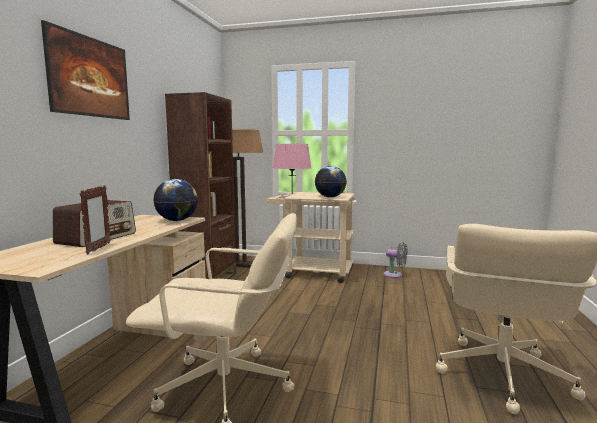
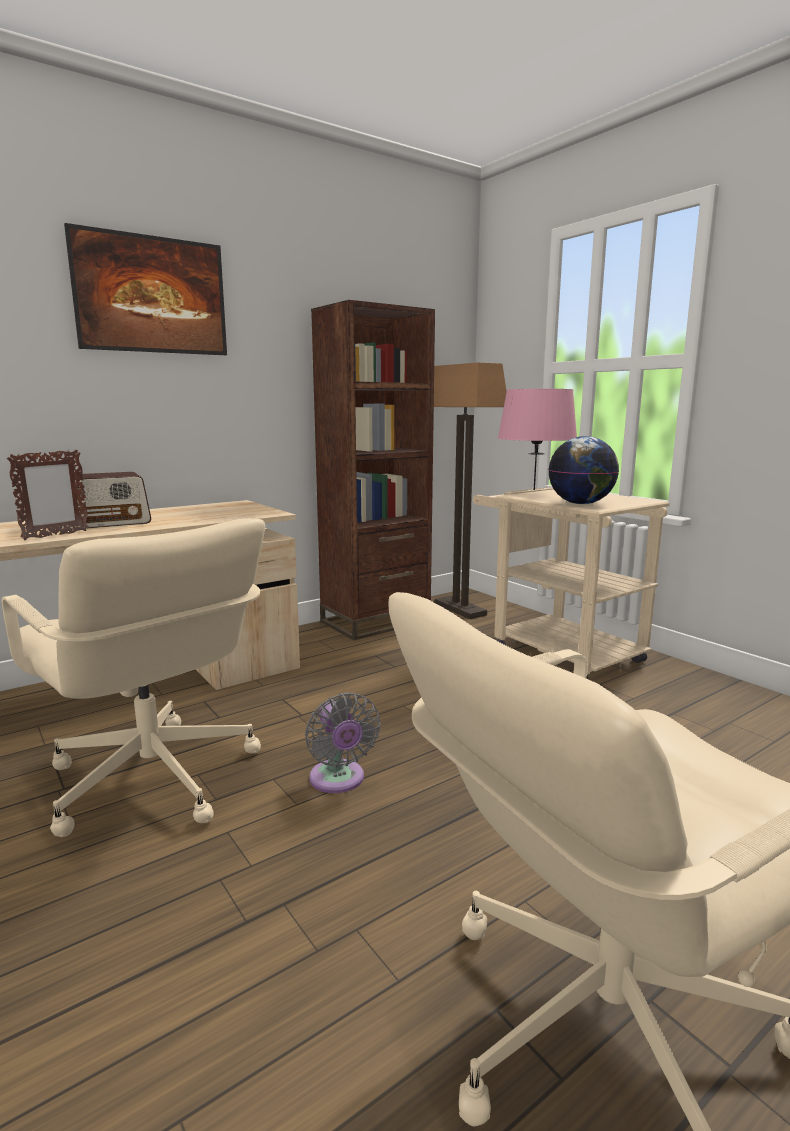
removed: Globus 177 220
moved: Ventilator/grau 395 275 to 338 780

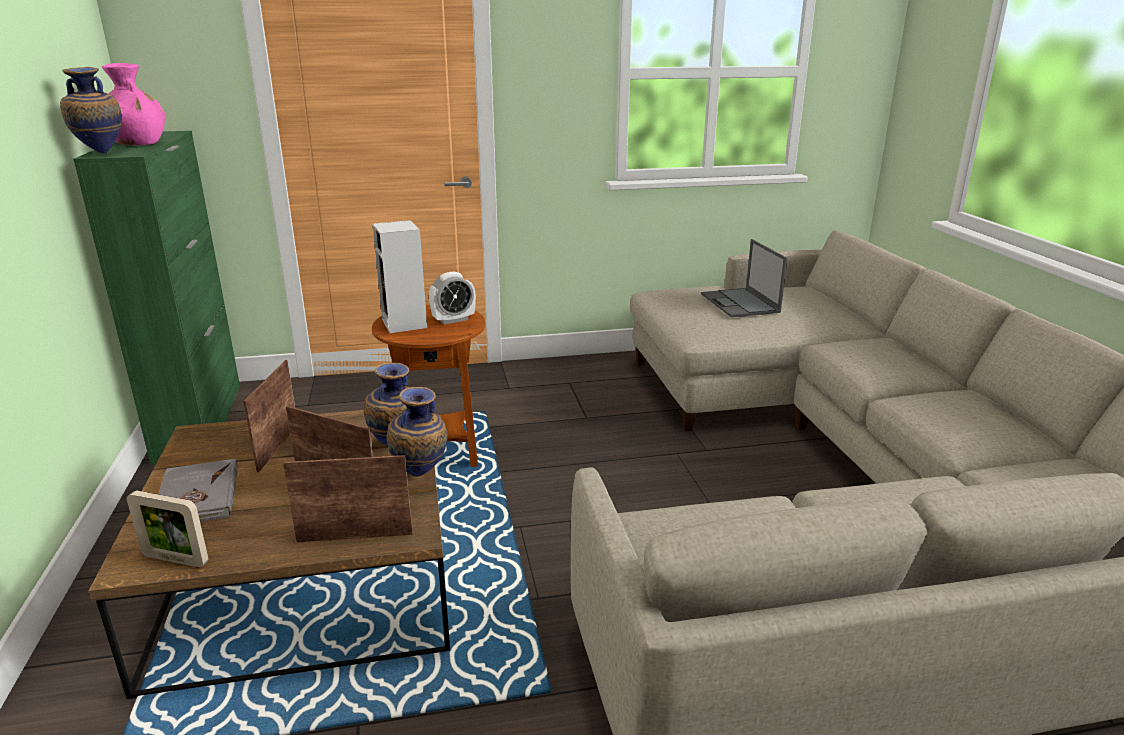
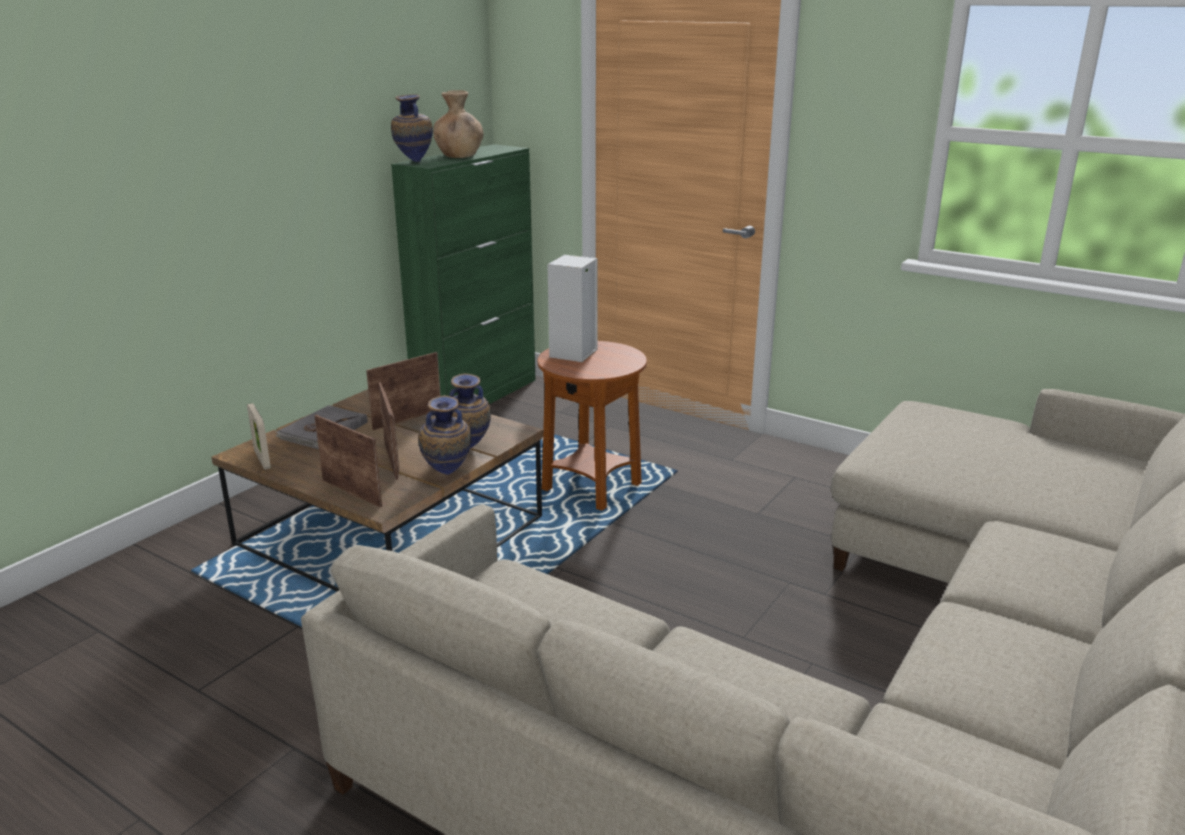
removed: Wecker 453 320; Laptop 740 303
recoloured: Vase/rosa 138 143 to Vase/braun 459 156

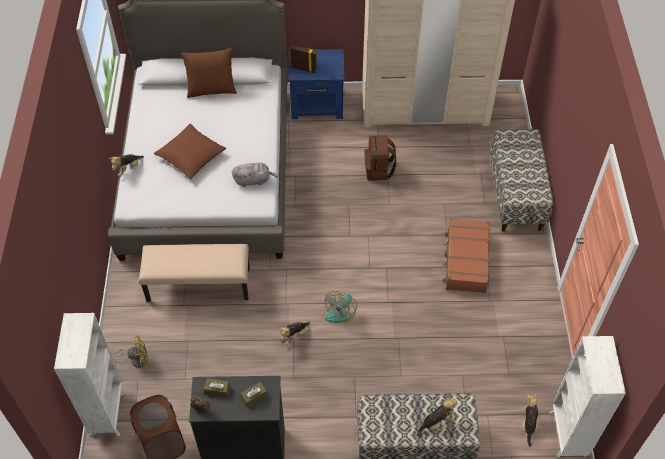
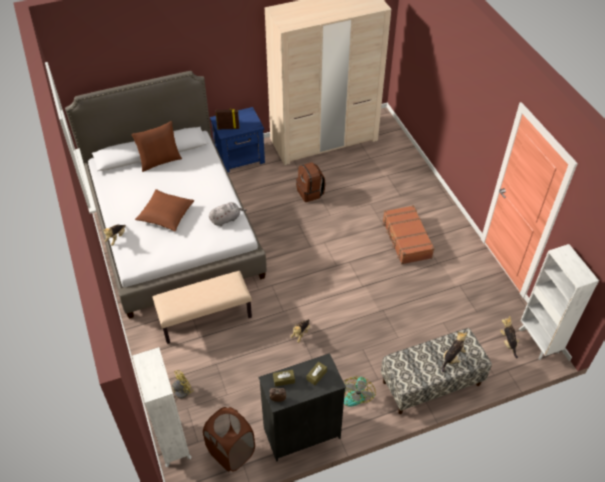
removed: Bank 516 194
moved: Ventilator 341 311 to 356 393

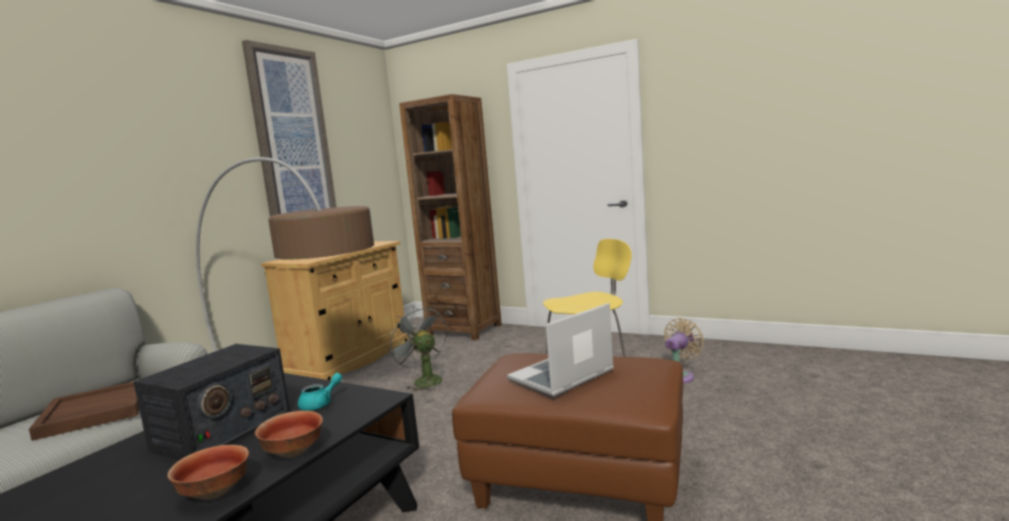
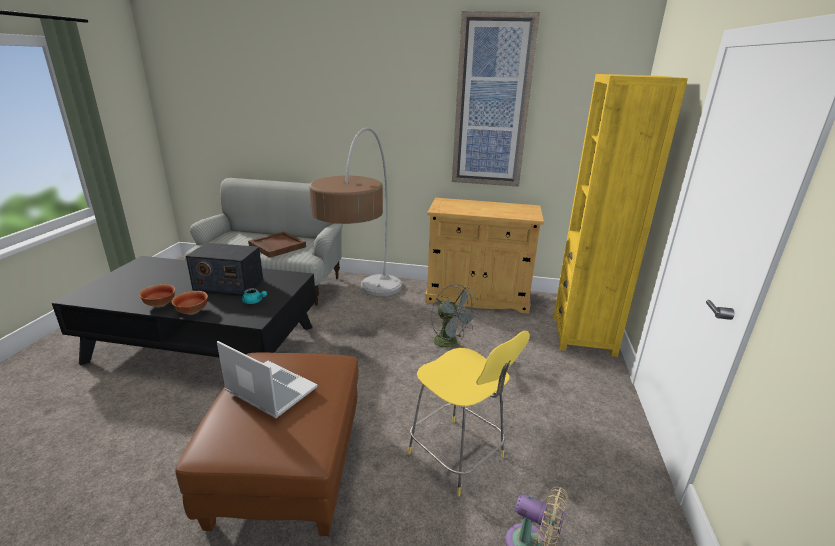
recoloured: Bücherregal/braun 464 330 to Bücherregal/gelb 583 335
turned: Ventilator/grau 423 380 = 450 343 105 degrees clockwise

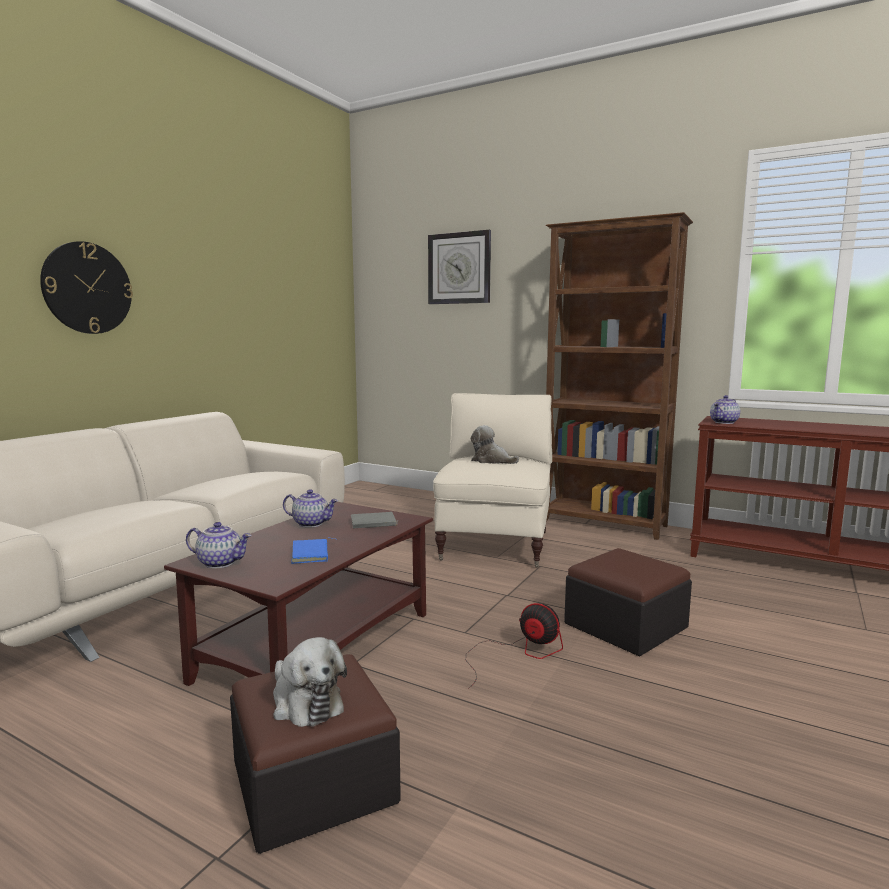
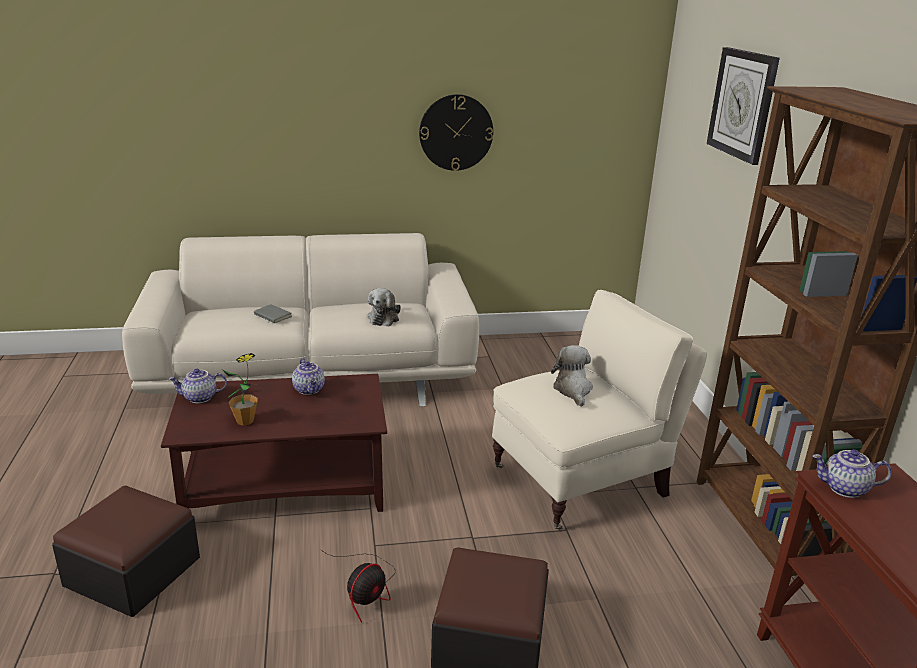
moved: Wanduhr 87 288 to 456 132; Plüschtier 305 702 to 384 318; Buch/grau 373 524 to 271 316
replaced: Buch/blau 312 554 to Topfpflanze 245 420
turned: Teekanne 221 562 = 199 398 105 degrees clockwise; Ventilator 518 653 = 366 590 45 degrees clockwise

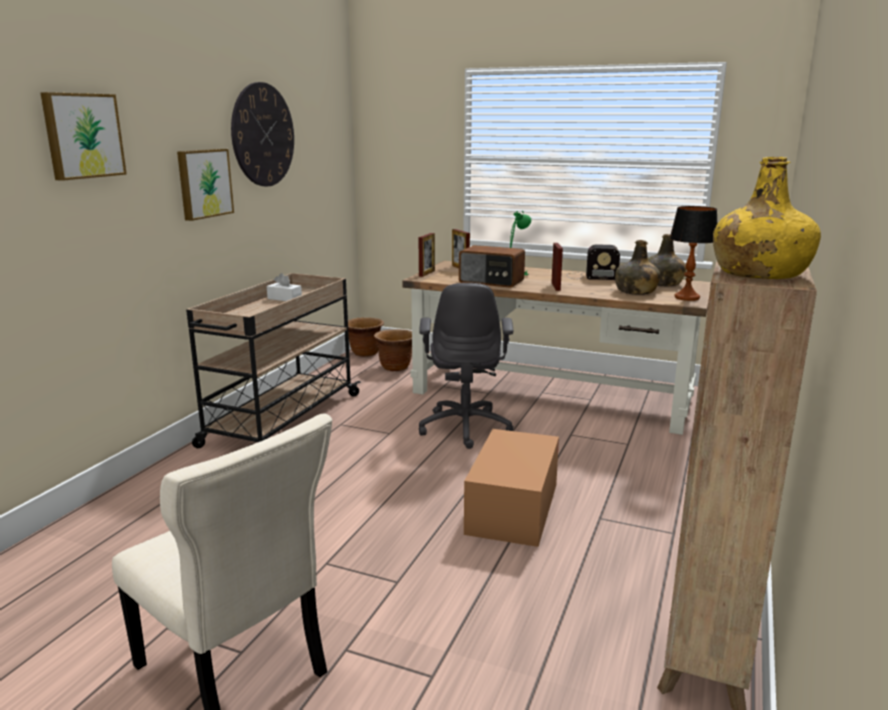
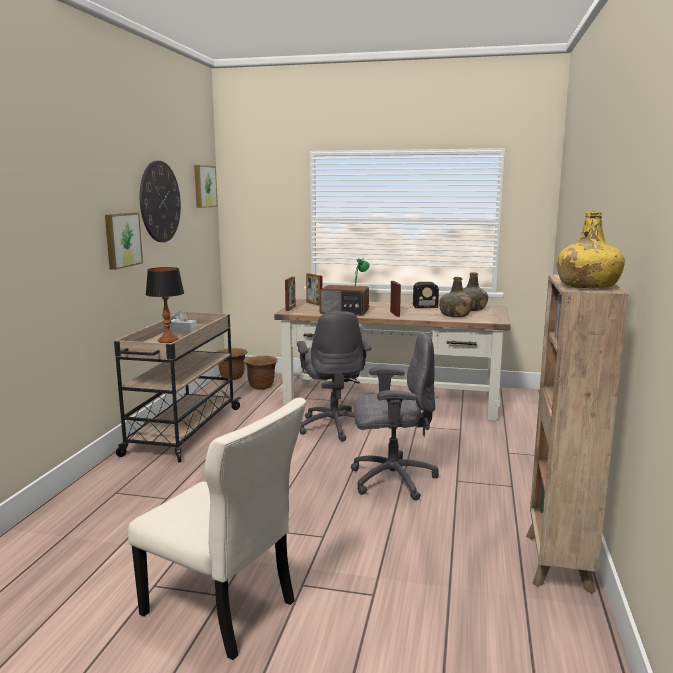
moved: Bild 82 136 to 204 186; Tischlampe 687 297 to 168 340
replaced: Karton 513 508 to Bürostuhl/grau 391 479

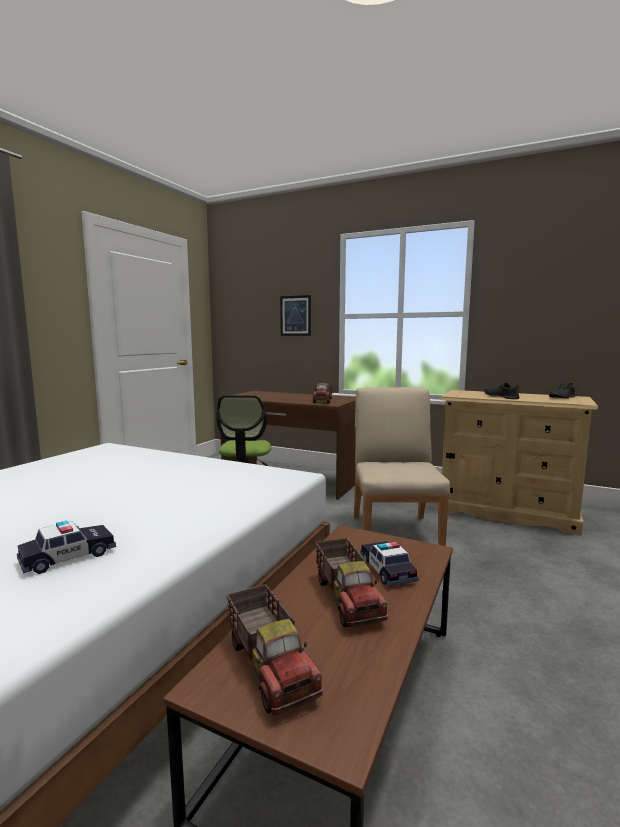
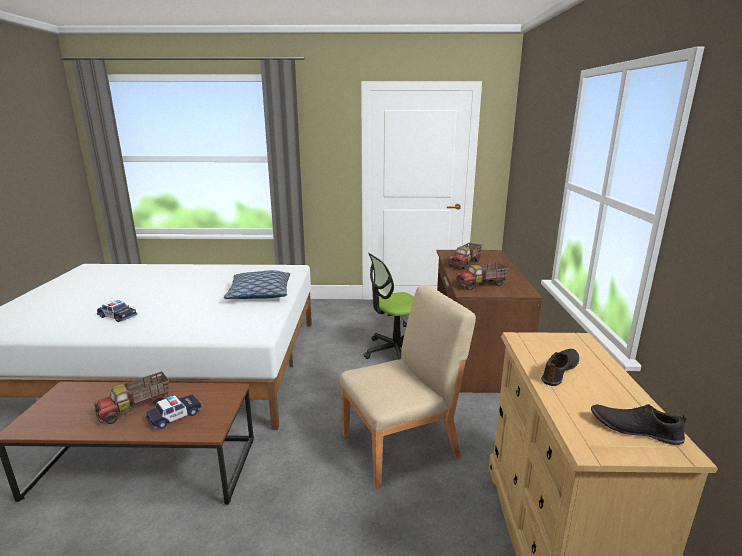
removed: Bild 295 315
added: Kissen 259 294
moved: Spielzeuglaster 271 666 to 465 263

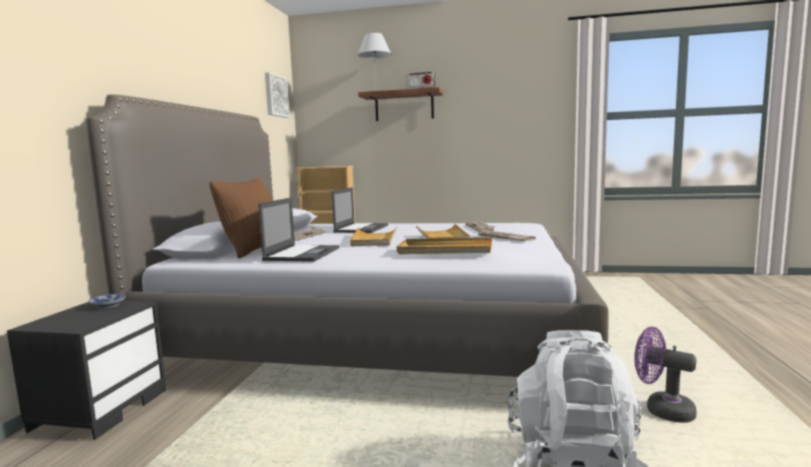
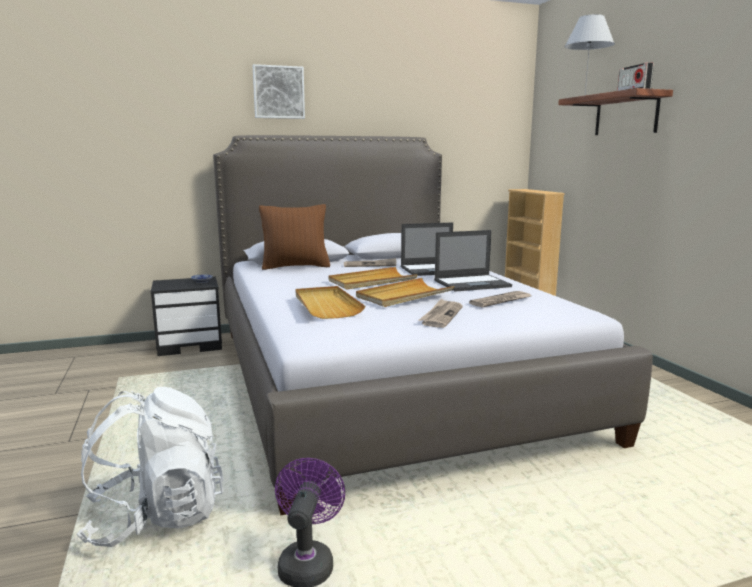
moved: Laptop 302 254 to 472 283; Bild 275 96 to 278 92

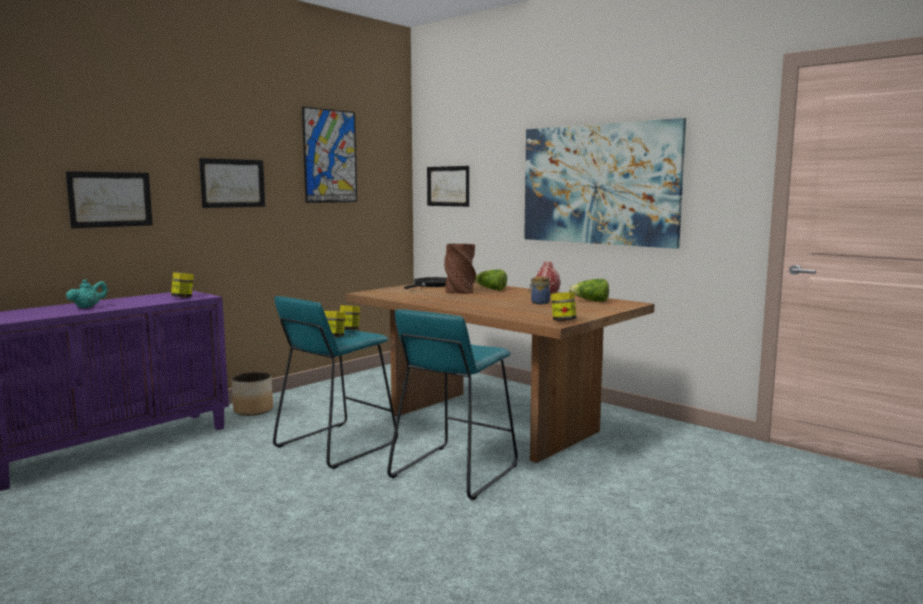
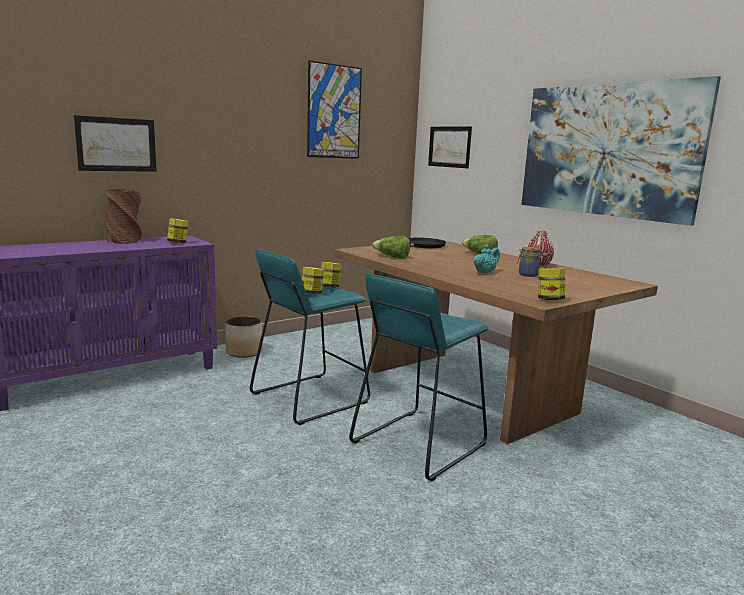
removed: Bild 233 183
moved: Teekanne/türkis 88 307 to 485 272; Vase/braun 459 291 to 123 241; Salatkopf 590 301 to 392 257

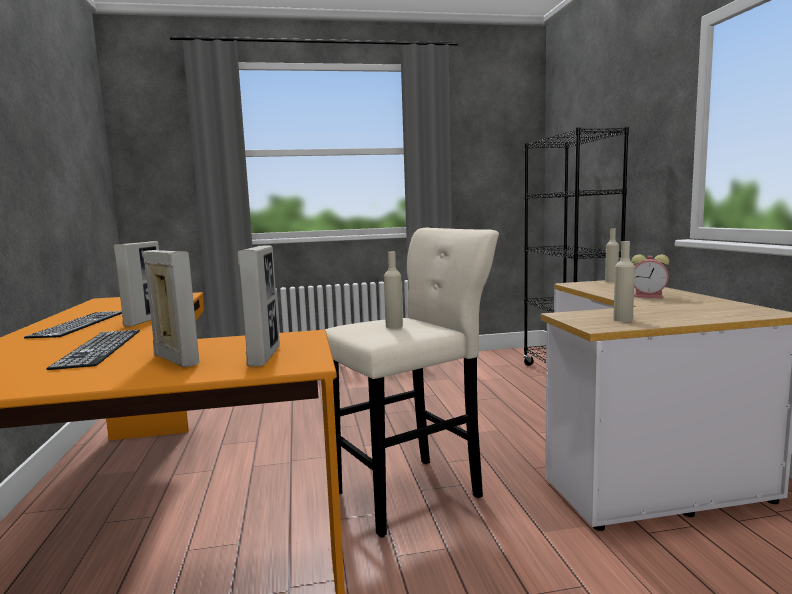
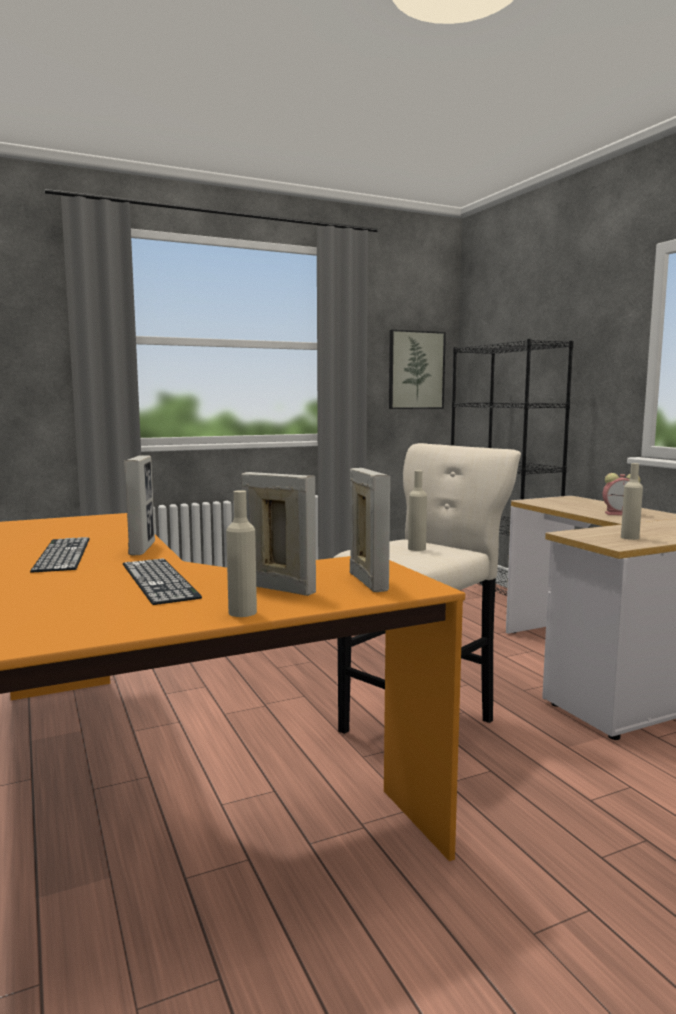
added: Bild 416 370
moved: Flasche/beige 611 281 to 242 612

